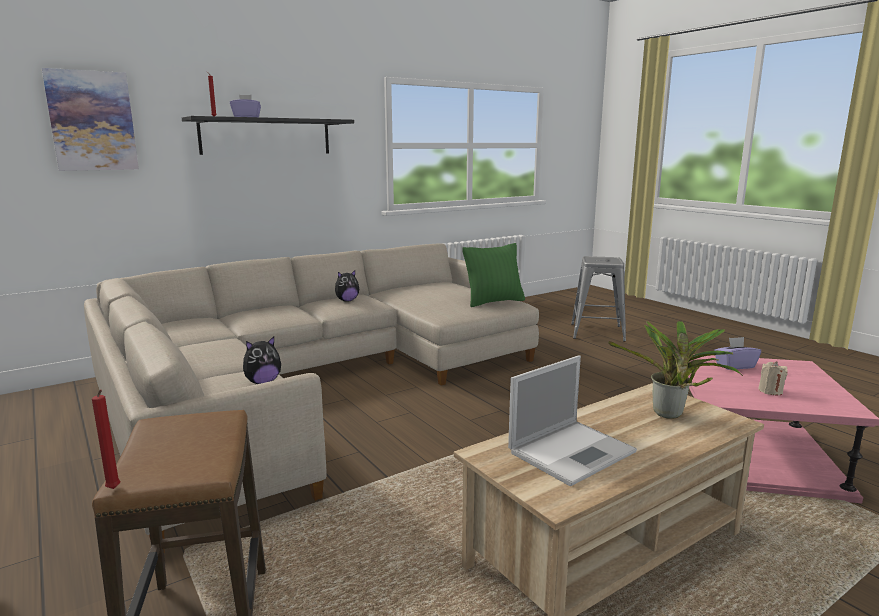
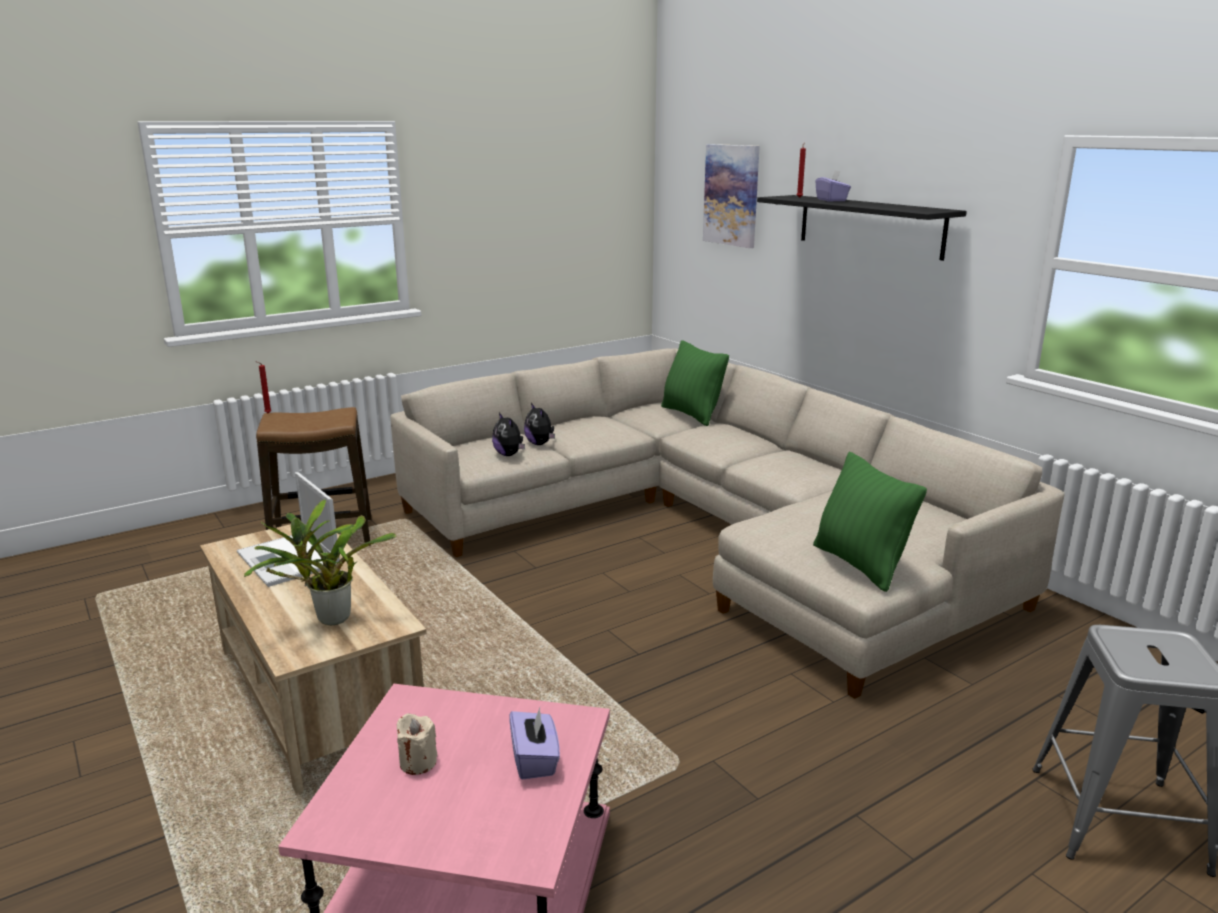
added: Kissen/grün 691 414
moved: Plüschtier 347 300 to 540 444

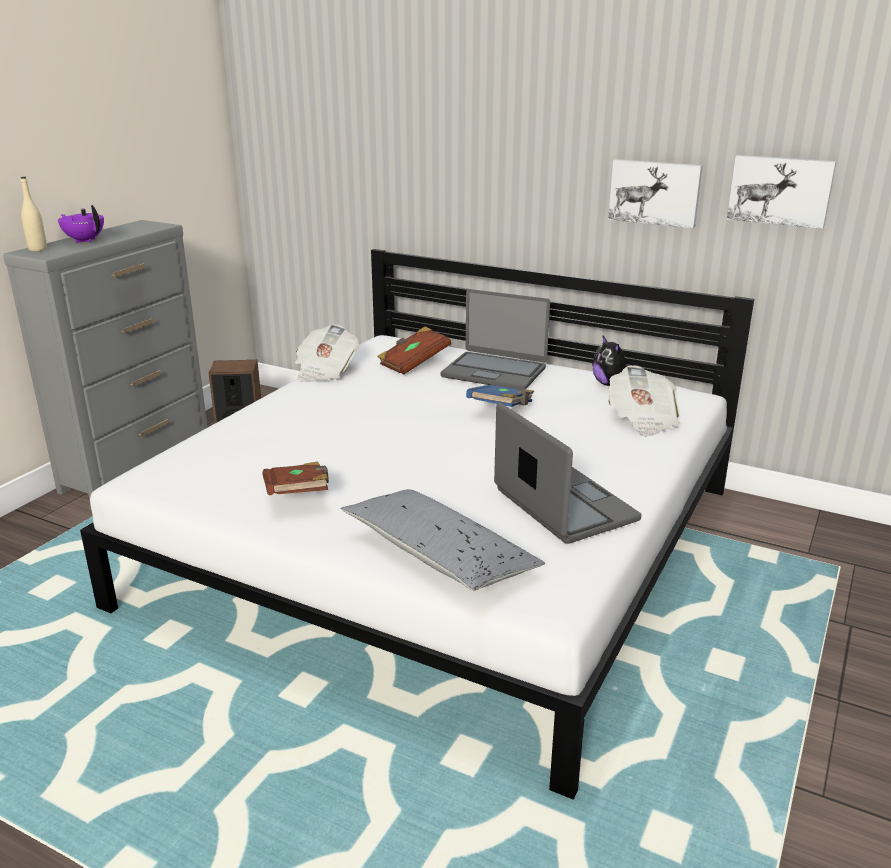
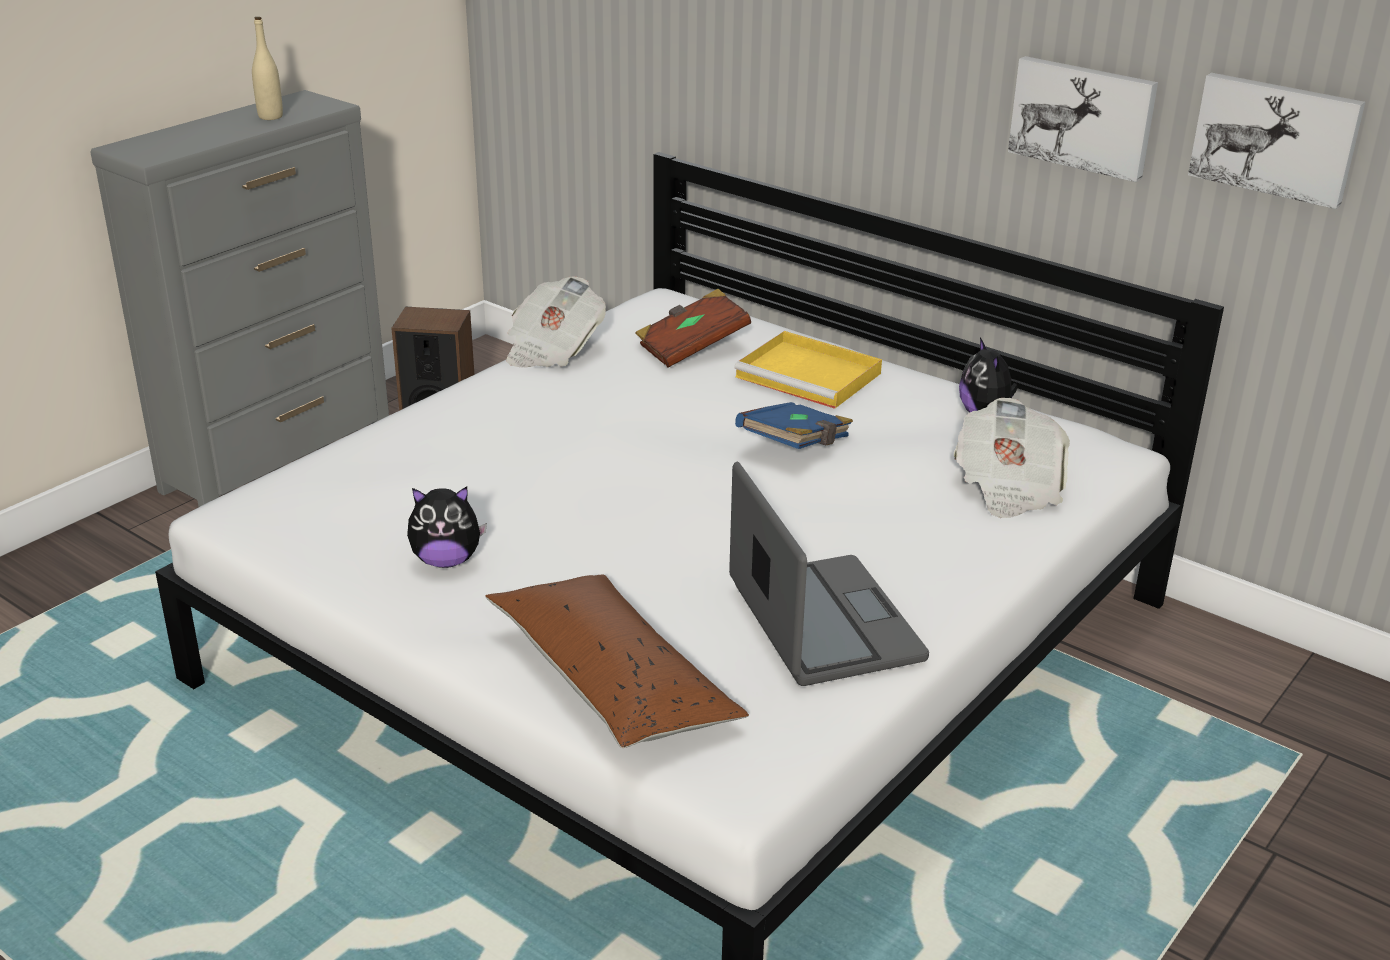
removed: Teekanne/lila 84 240
moved: Flasche/beige 38 249 to 270 116
replaced: Buch/braun 298 495 to Plüschtier 446 560; Laptop 494 372 to Tablett/gelb 811 375
recoloured: Kissen/grau 439 555 to Kissen/braun 612 681

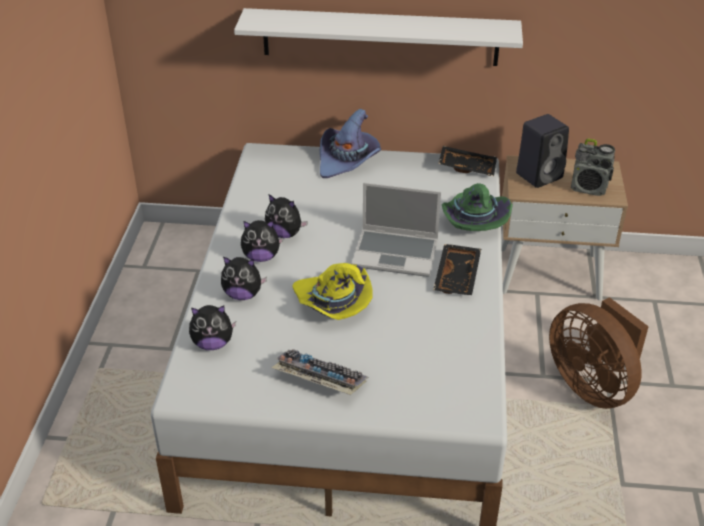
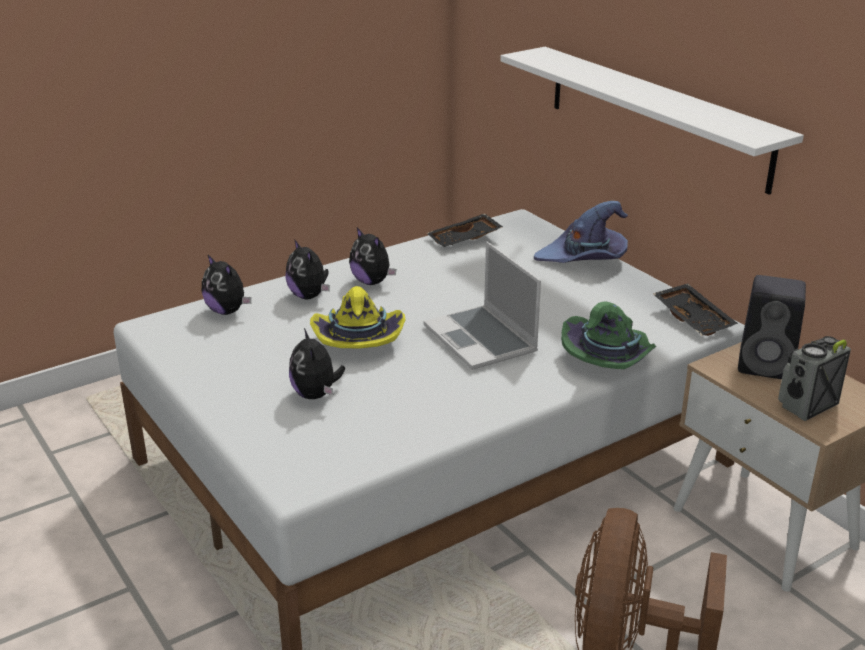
removed: Tastatur 318 379
moved: Plüschtier 285 234 to 316 395; Tablett/schwarz 458 276 to 465 240
turned: Radio 589 188 = 806 405 75 degrees clockwise

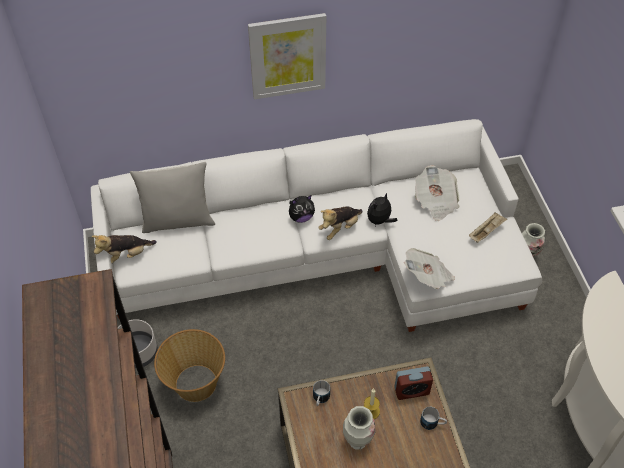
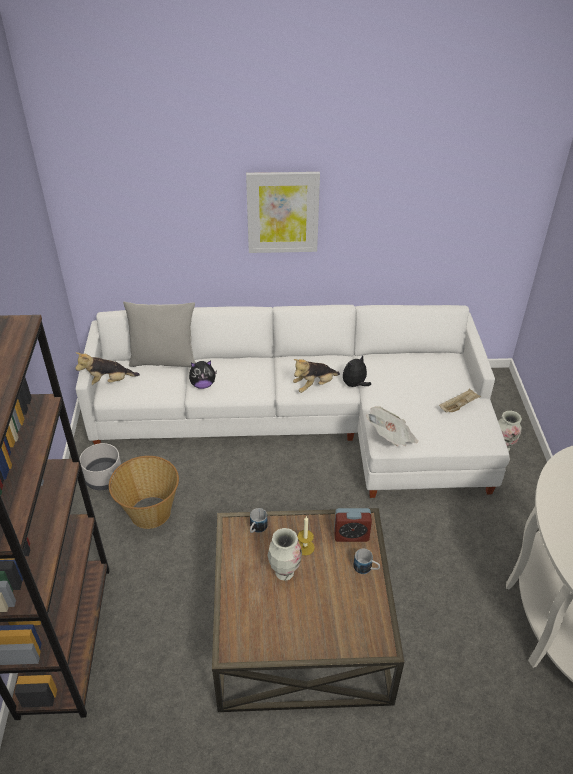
removed: Zeitung 435 201
moved: Plüschtier 301 217 to 203 385

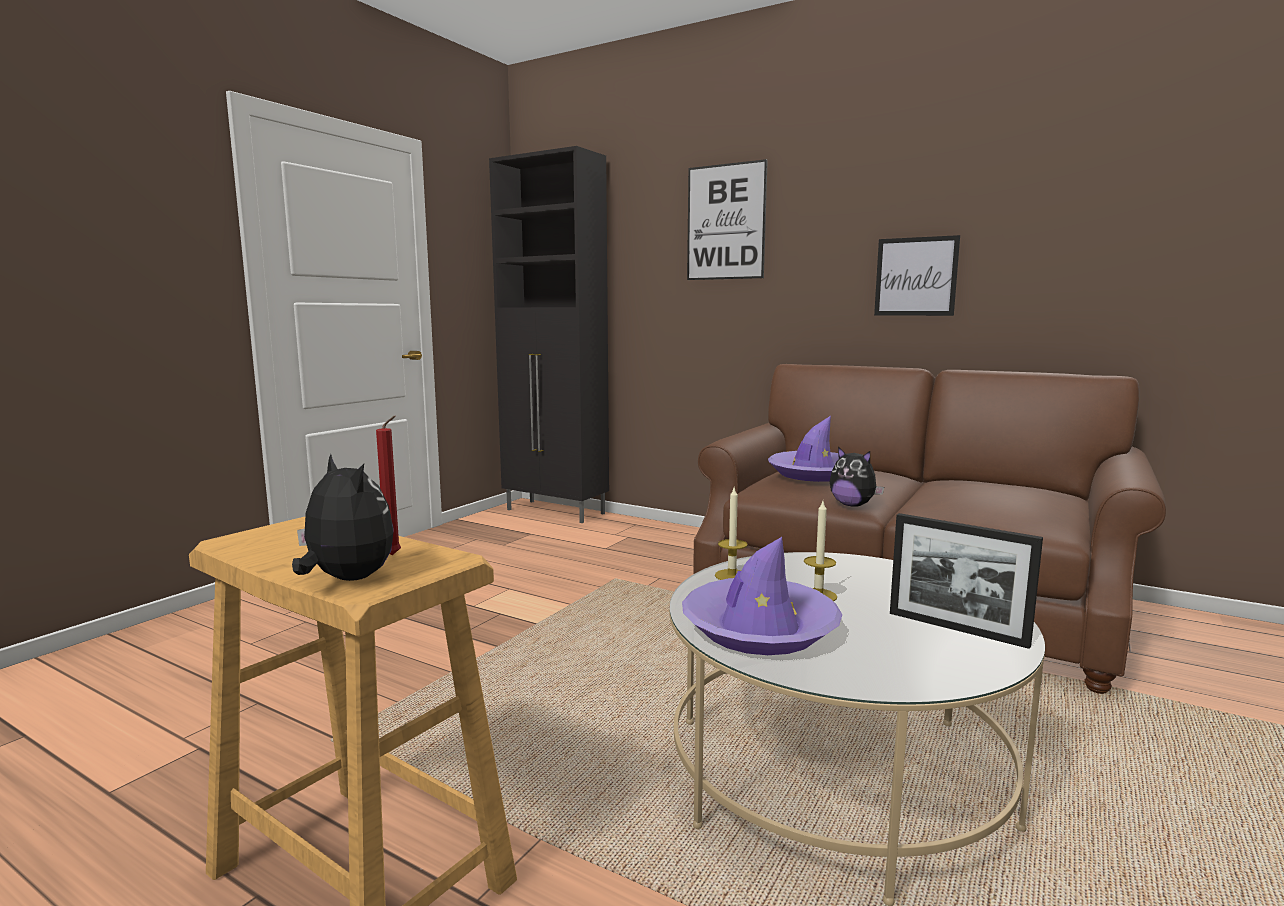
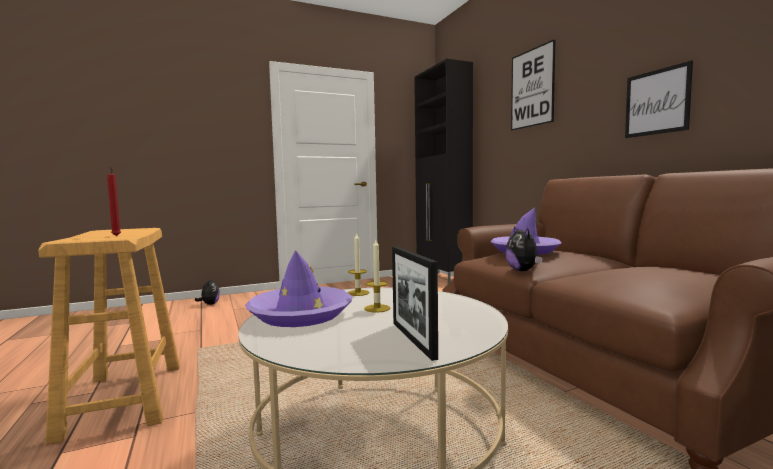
moved: Plüschtier 346 579 to 209 304

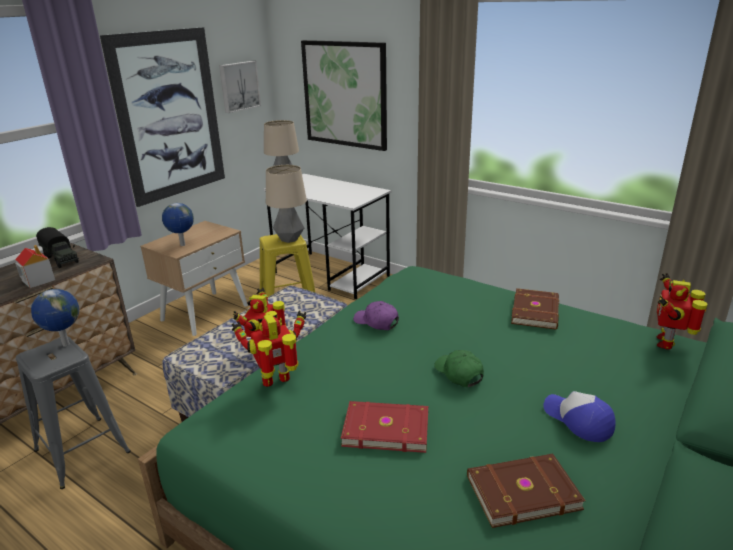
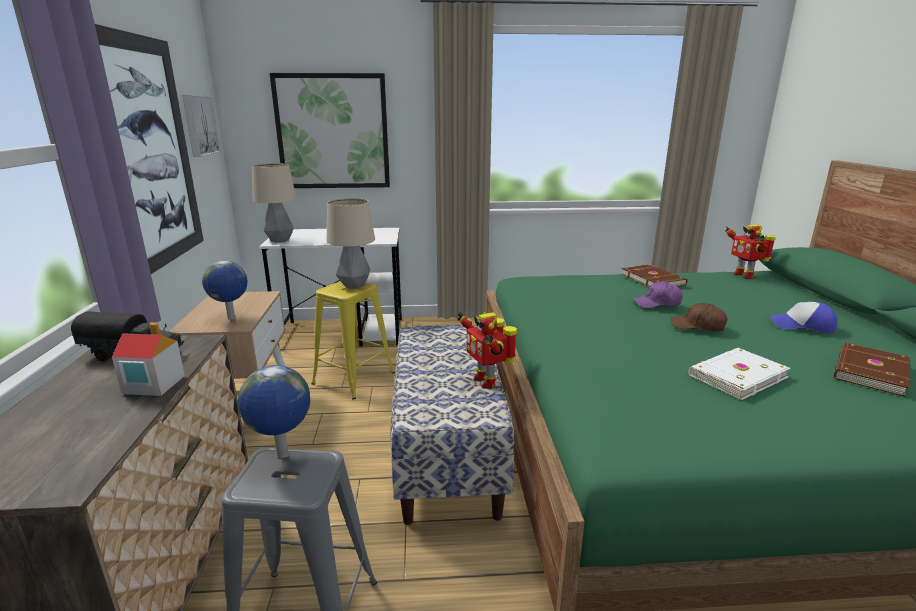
removed: Spielzeugroboter 277 381
moved: Kappe/lila 376 322 to 657 303
recoloured: Buch/rot 385 428 to Buch/weiß 735 375; Kappe/grün 458 373 to Kappe/braun 697 326

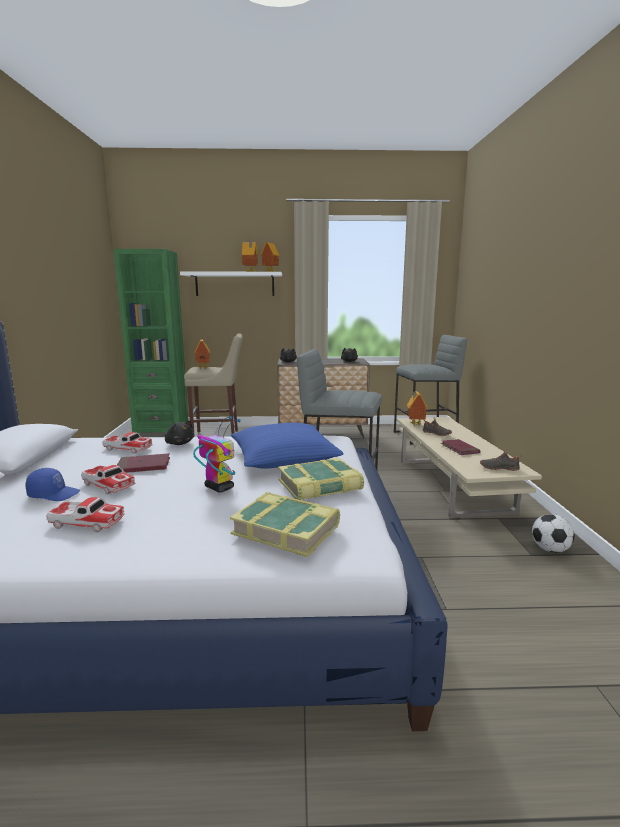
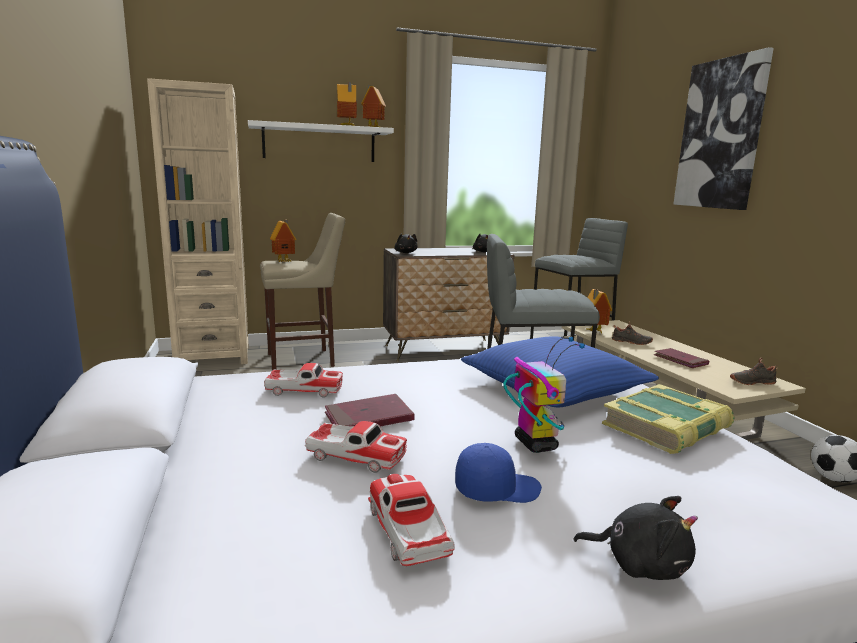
removed: Buch 287 529
added: Bild 720 134
moved: Kappe/blau 54 494 to 496 489; Plüschtier/schwarz 179 443 to 640 564
recoloured: Bücherregal/grün 162 431 to Bücherregal/beige 213 357
turned: Spielzeugauto 86 522 = 408 531 105 degrees counterclockwise; Spielzeugroboter 218 487 = 535 443 45 degrees clockwise

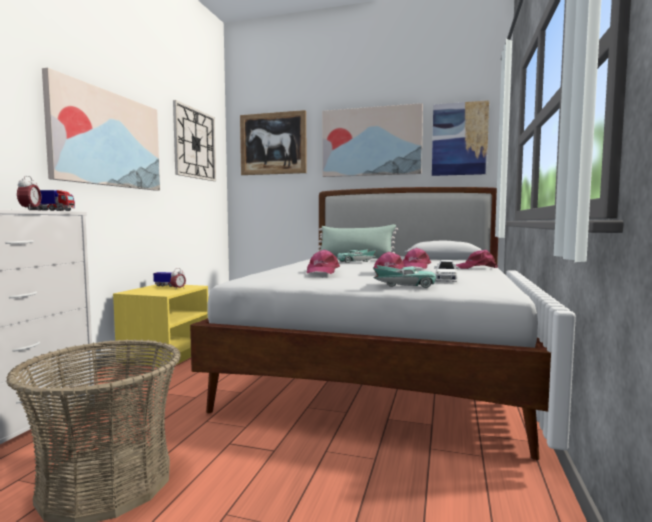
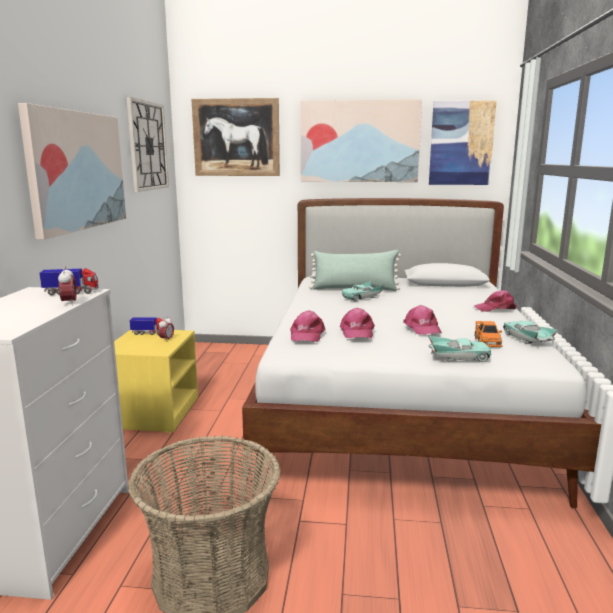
added: Spielzeugauto/türkis 527 339
moved: Kappe/rosa 415 266 to 306 334
recoloured: Spielzeugauto/weiß 446 280 to Spielzeugauto/orange 487 342

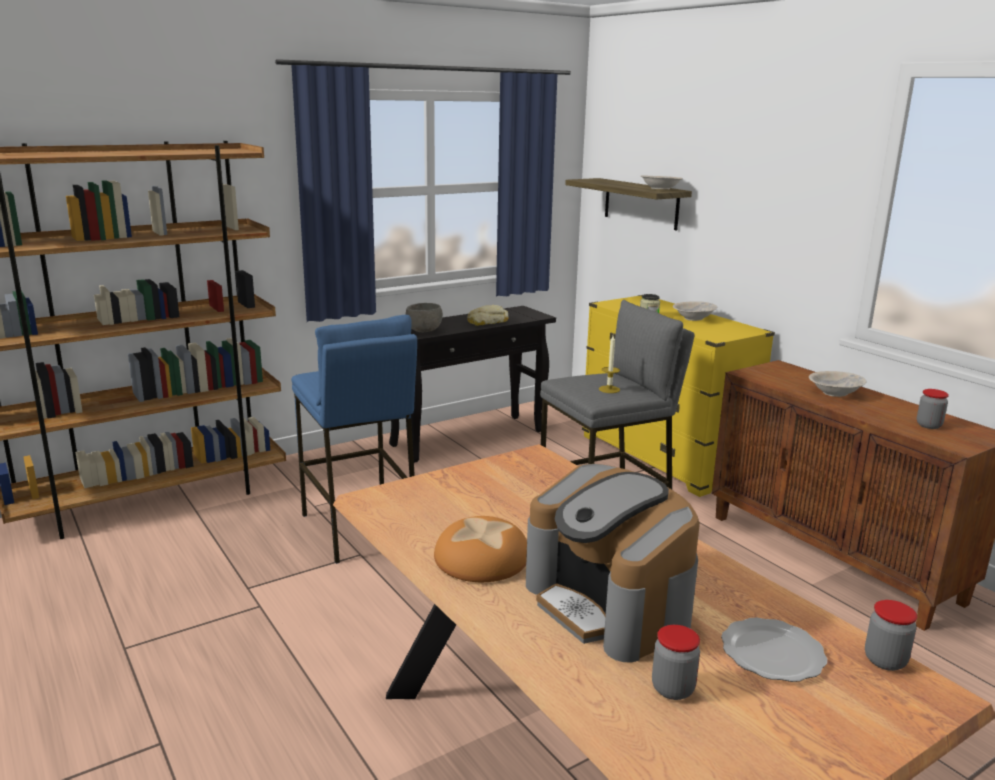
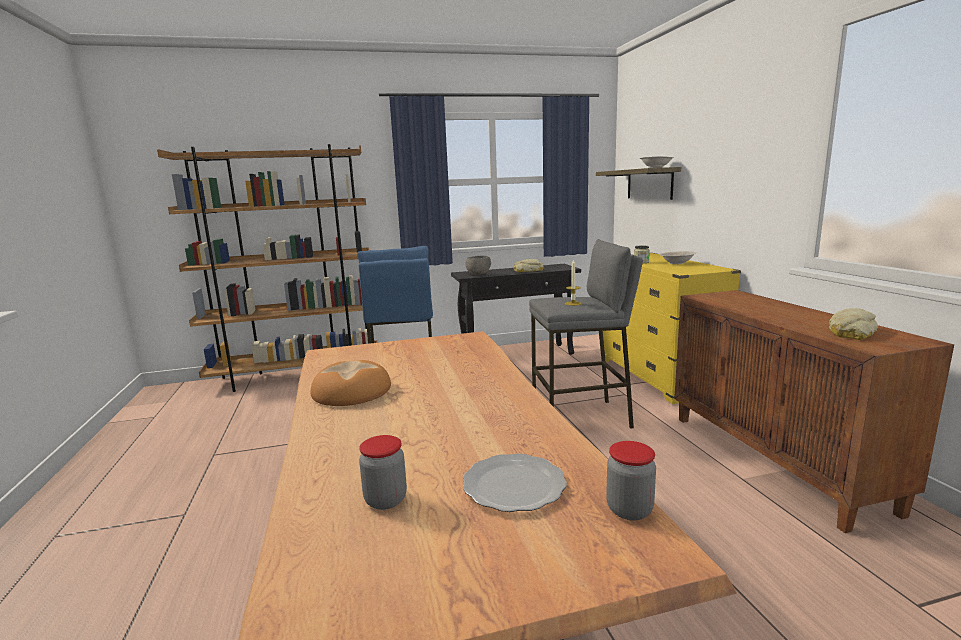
removed: Kaffeemaschine 610 605; Schüssel/beige 835 393
replaced: Vorratsglas 928 425 to Brot 851 332

